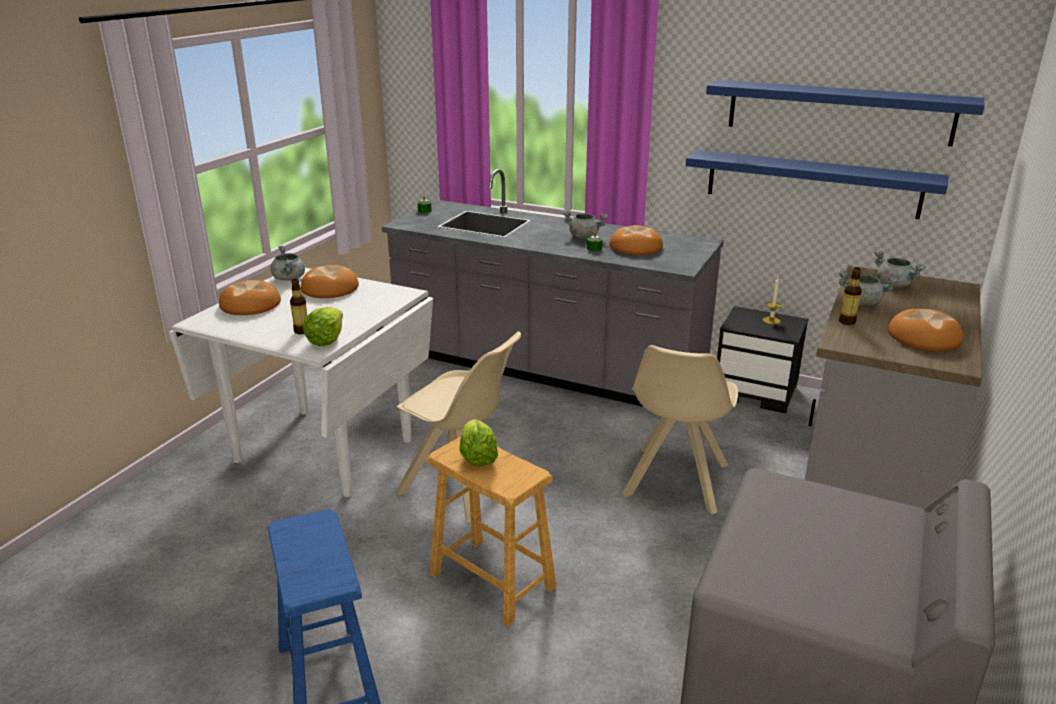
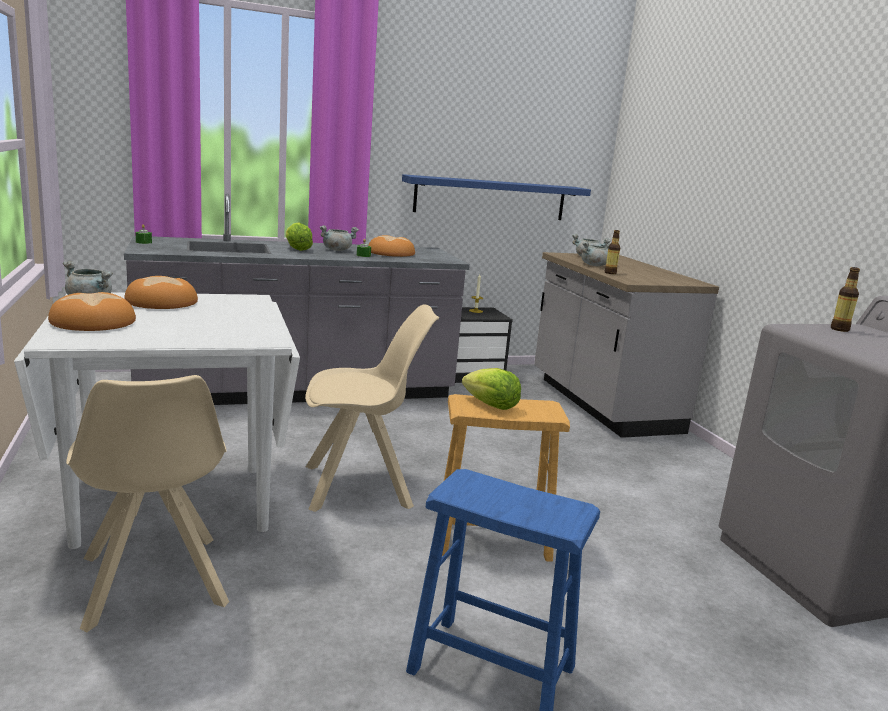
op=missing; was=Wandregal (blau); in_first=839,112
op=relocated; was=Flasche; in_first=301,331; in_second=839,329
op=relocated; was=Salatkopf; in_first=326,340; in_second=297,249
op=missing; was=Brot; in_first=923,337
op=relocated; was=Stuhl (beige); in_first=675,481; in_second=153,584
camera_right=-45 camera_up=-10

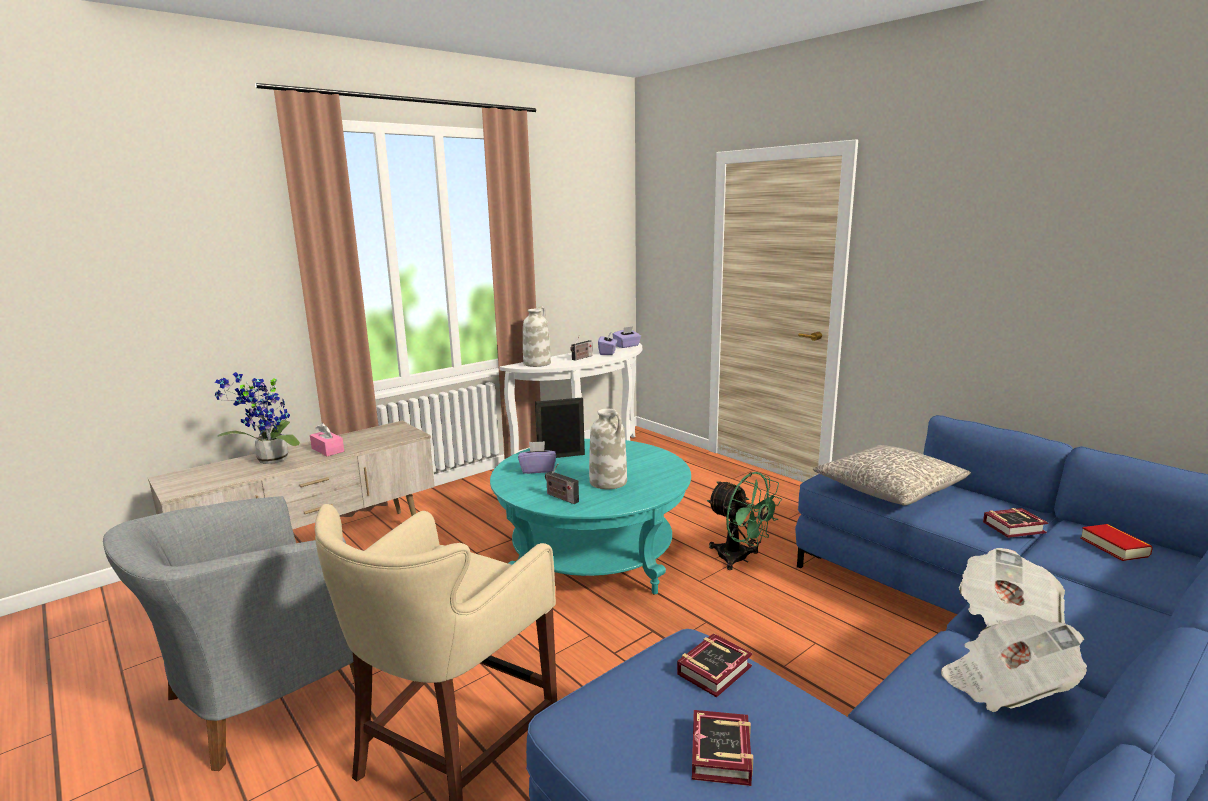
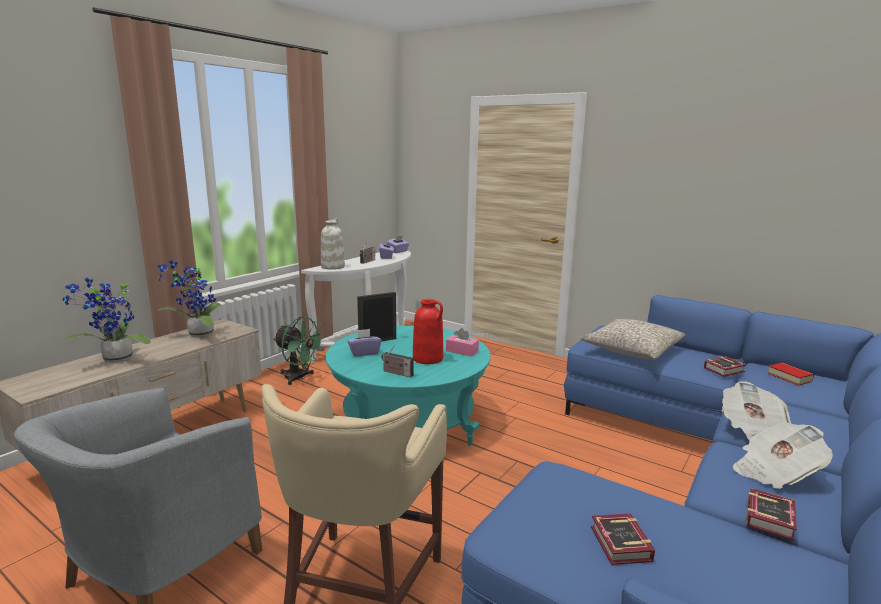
op=colour; was=Vase (weiß); now=Vase (rot); in_first=609,482; in_second=428,358
op=relocated; was=Taschentuchbox (rosa); in_first=327,450; in_second=462,351
op=relocated; was=Ventilator (grün); in_first=739,559; in_second=299,378
op=relocated; was=Buch; in_first=717,670; in_second=771,518
op=appeared; now=Topfpflanze; in_second=198,335
camera_right=-15 camera_up=0

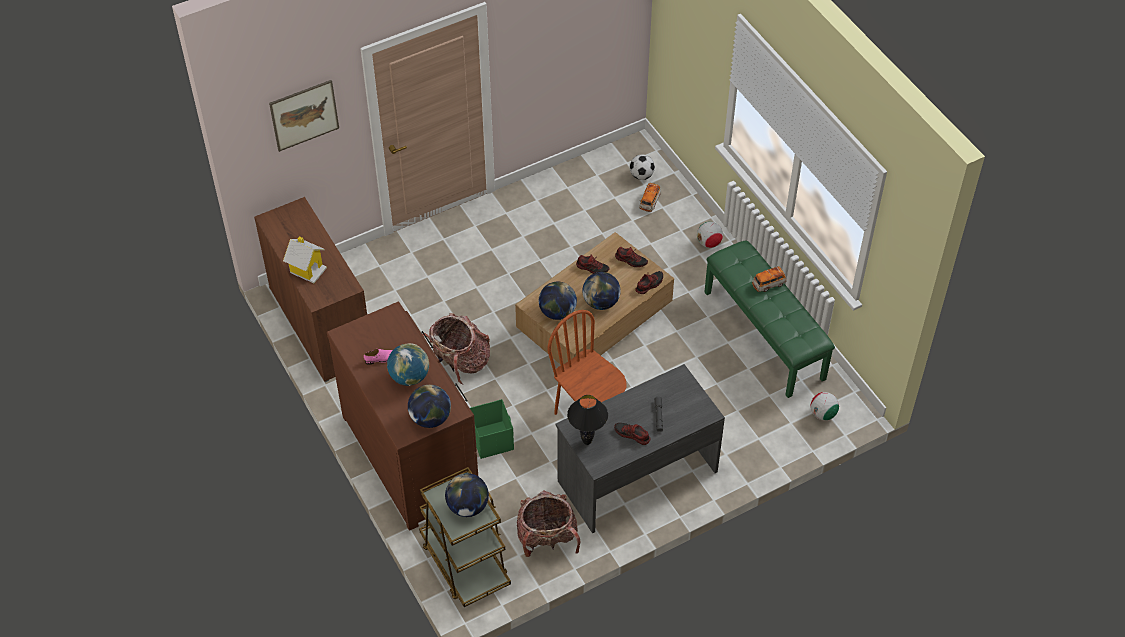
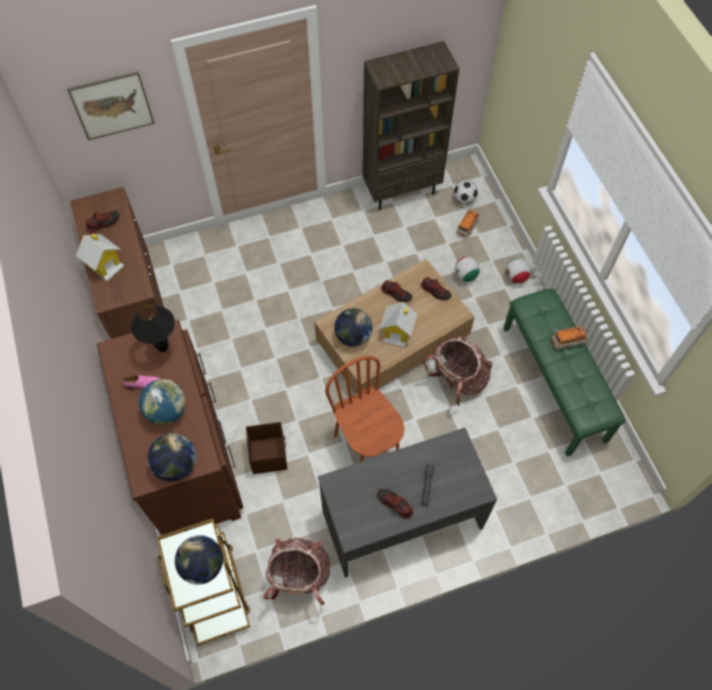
op=relocated; was=Schuh; in_first=649,284; in_second=103,223
op=exchanged; was=Globus; now=Spielzeughaus; in_first=601,302; in_second=397,332
op=relocated; was=Rucksack; in_first=459,363; in_second=457,379
op=relocated; was=Fußball; in_first=823,414; in_second=465,276
op=relocated; was=Tischlampe (schwarz); in_first=587,441; in_second=163,348
op=colour; was=Aufbewahrungsbox (grün); now=Aufbewahrungsbox (braun); in_first=492,439; in_second=268,454
op=appeared; now=Bücherregal (braun); in_second=402,190
camera_right=10 camera_up=10

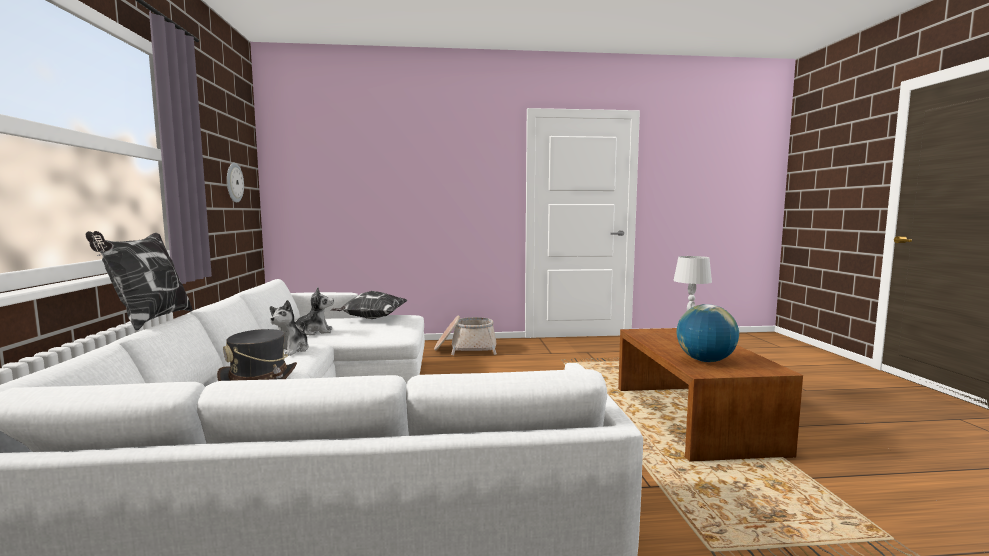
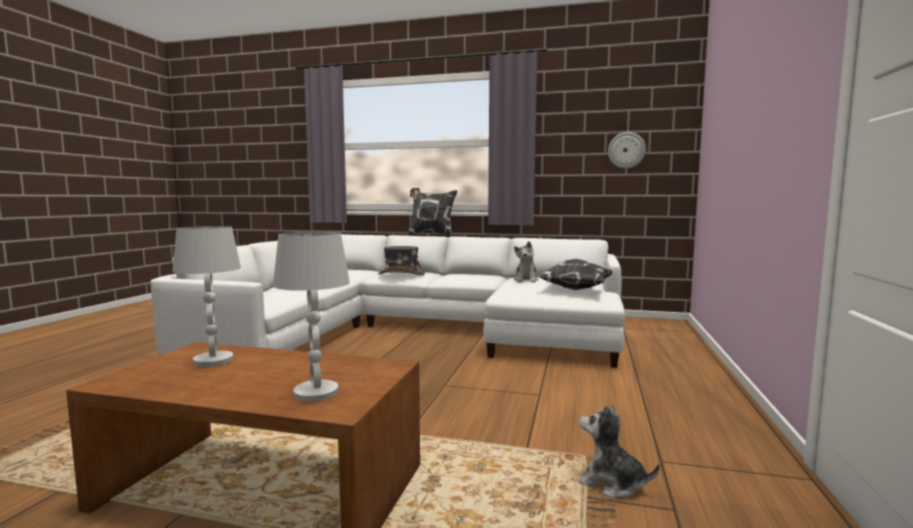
op=relocated; was=Plüschtier; in_first=291,350; in_second=612,484
op=exchanged; was=Globus; now=Tischlampe (weiß); in_first=705,360; in_second=214,360
op=missing; was=Korb; in_first=466,349
camera_right=110 camera_up=0

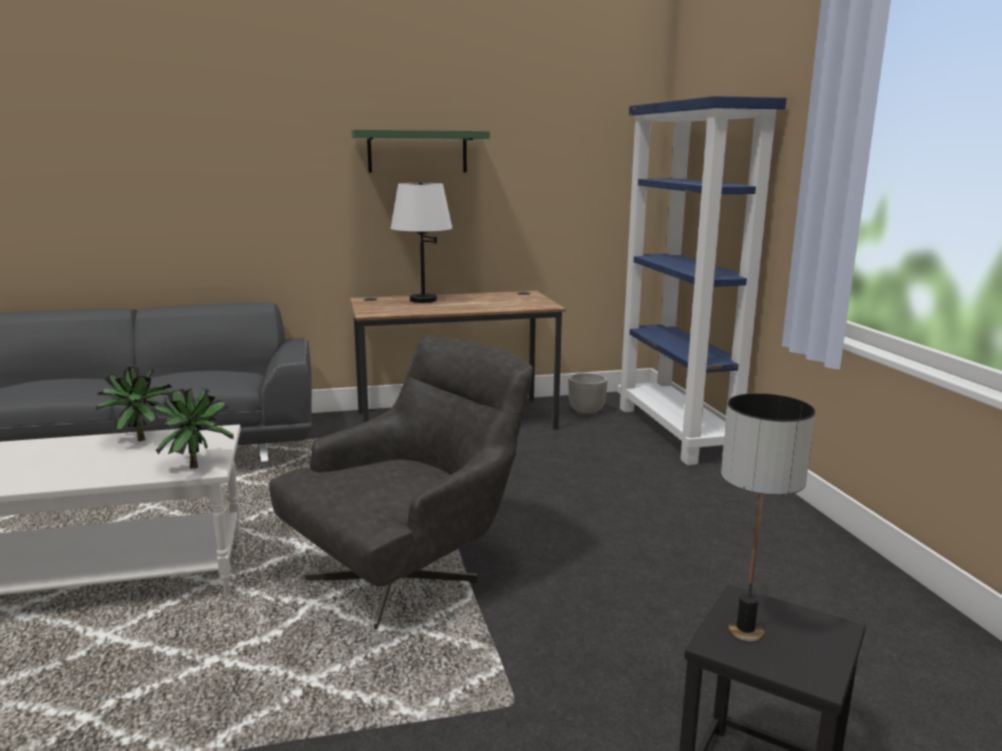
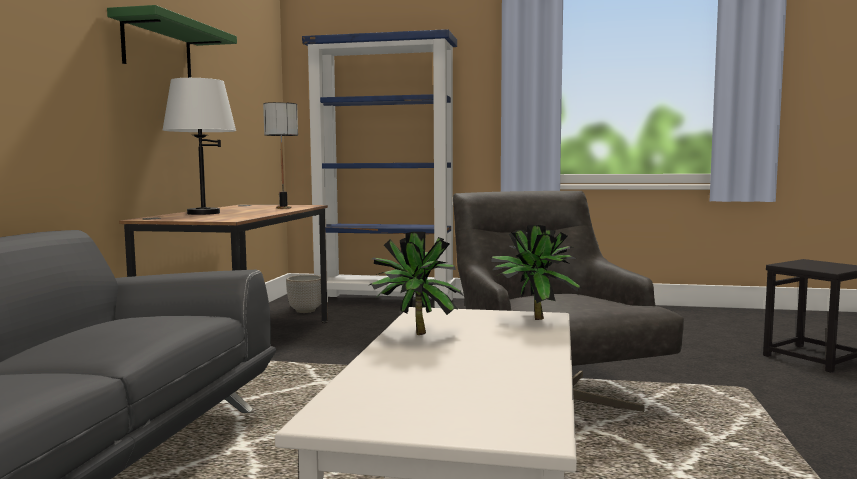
op=relocated; was=Tischlampe; in_first=745,630; in_second=283,208
camera_right=-65 camera_up=-10

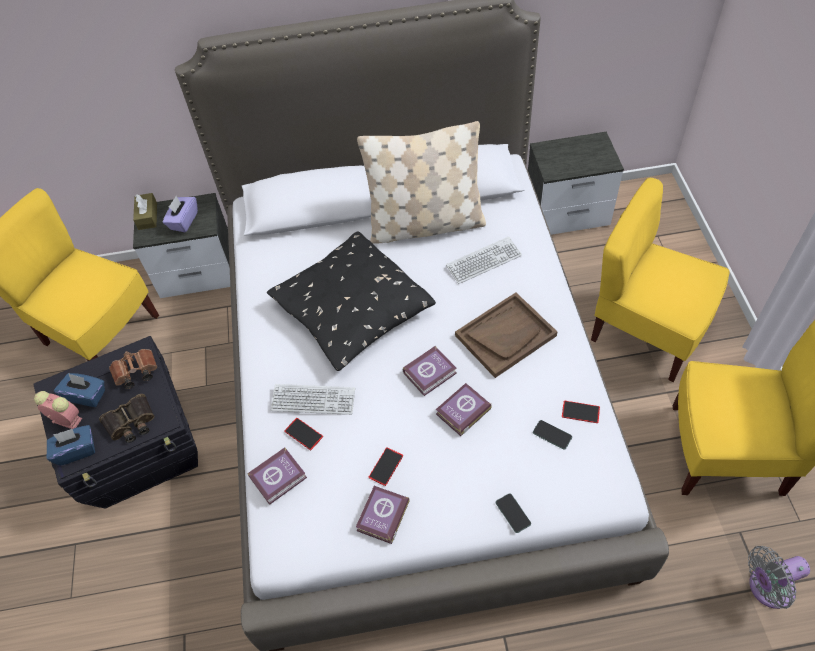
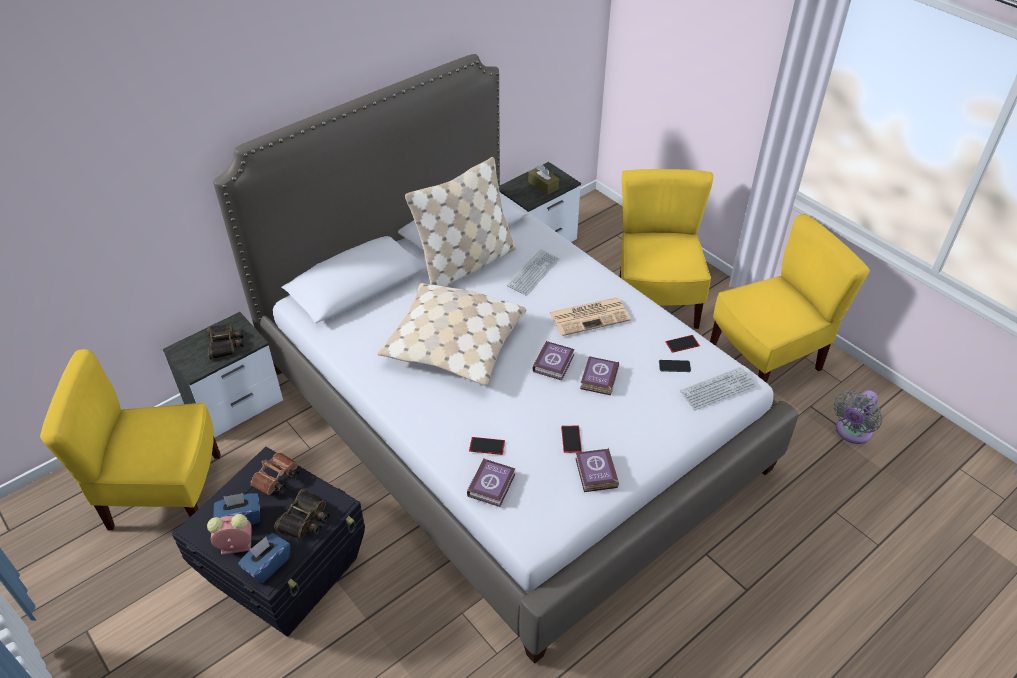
op=spun; was=Stuhl (gelb); in_first=646,330; in_second=655,302; clockwise=90
op=relocated; was=Taschentuchbox (braun); in_first=147,216; in_second=543,185
op=exchanged; was=Taschentuchbox (lila); now=Fernglas; in_first=183,221; in_second=226,344
op=colour; was=Kissen (schwarz); now=Kissen (beige); in_first=351,310; in_second=453,345
op=exchanged; was=Tablett (braun); now=Zeitung; in_first=505,335; in_second=590,316
op=relocated; was=Tastatur; in_first=313,400; in_second=717,389
op=missing; was=Handy; in_first=513,513
camera_right=-35 camera_up=-10

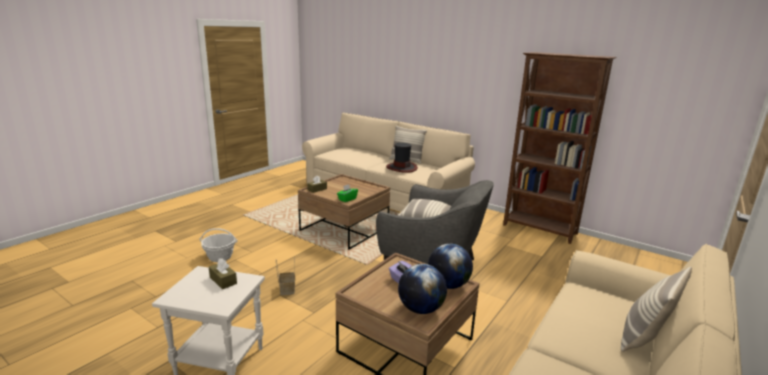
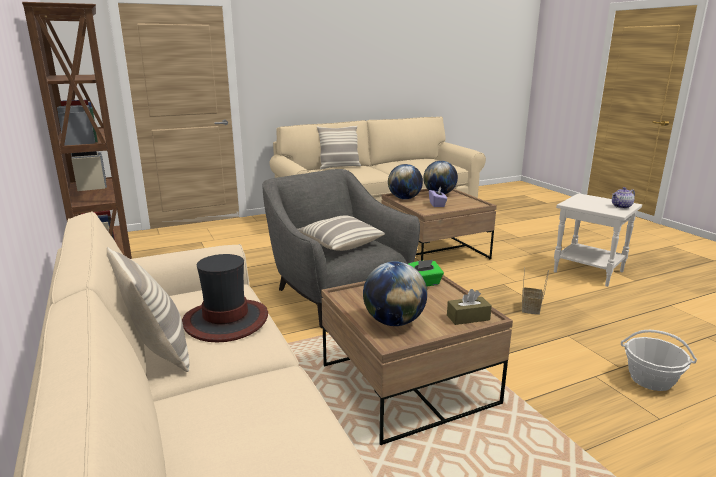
op=missing; was=Taschentuchbox (braun); in_first=223,280
op=appeared; now=Teekanne; in_second=621,206
op=appeared; now=Globus; in_second=394,322
camera_right=-150 camera_up=0

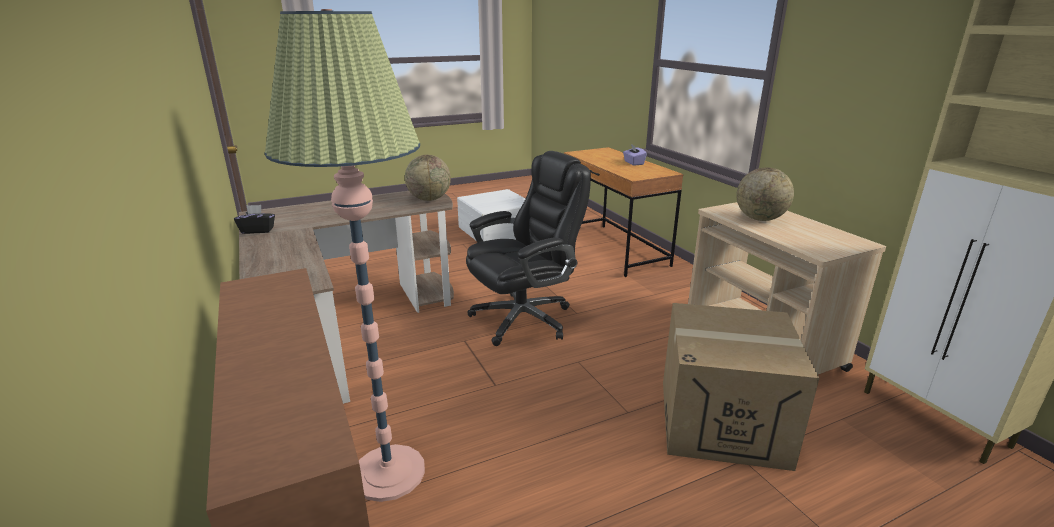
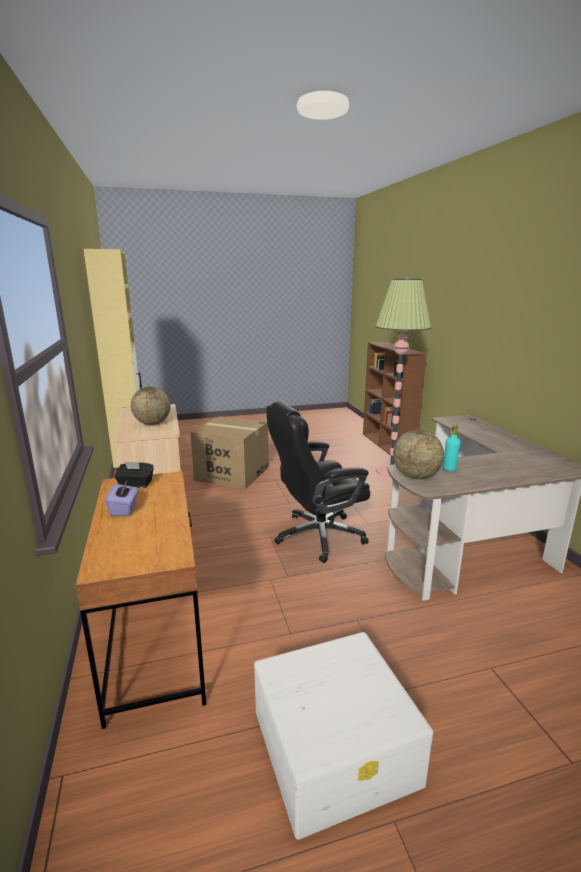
op=relocated; was=Taschentuchbox (schwarz); in_first=257,230; in_second=135,484
op=appeared; now=Flasche (türkis); in_second=449,469
camera_right=-170 camera_up=-5

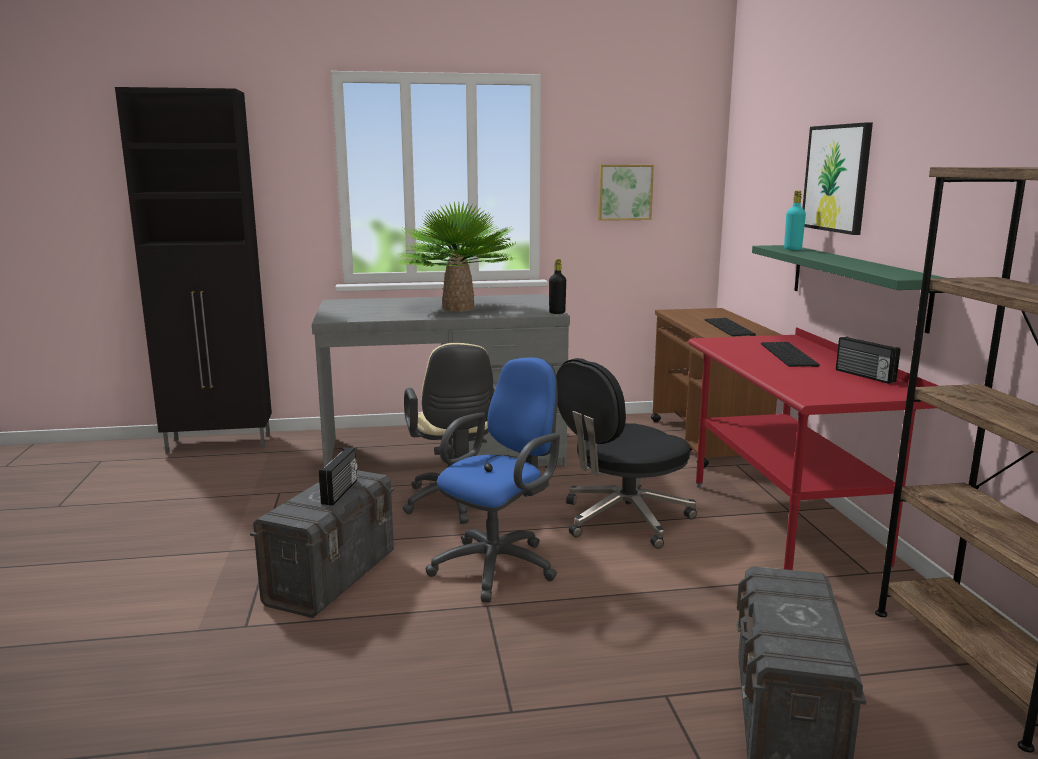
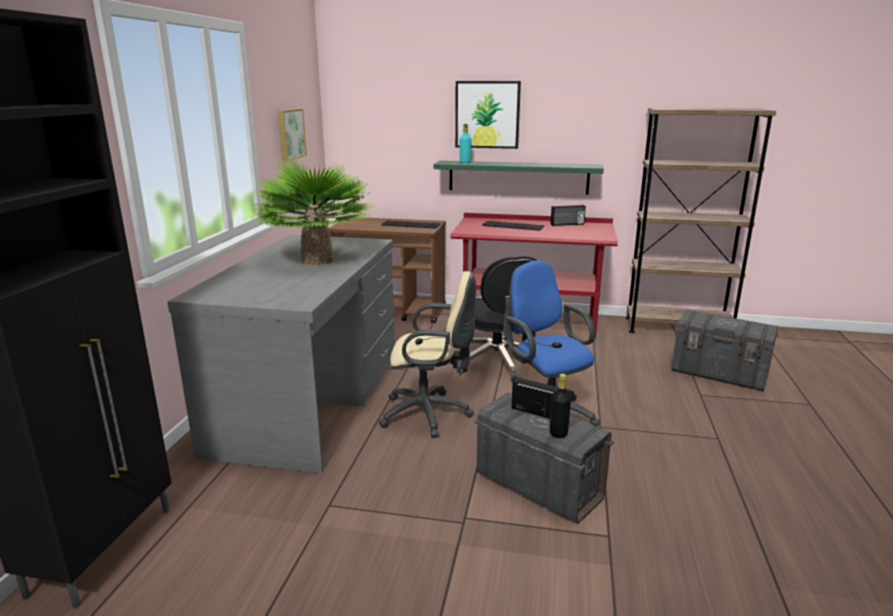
op=relocated; was=Flasche (schwarz); in_first=557,313; in_second=558,433
camera_right=-70 camera_up=5

